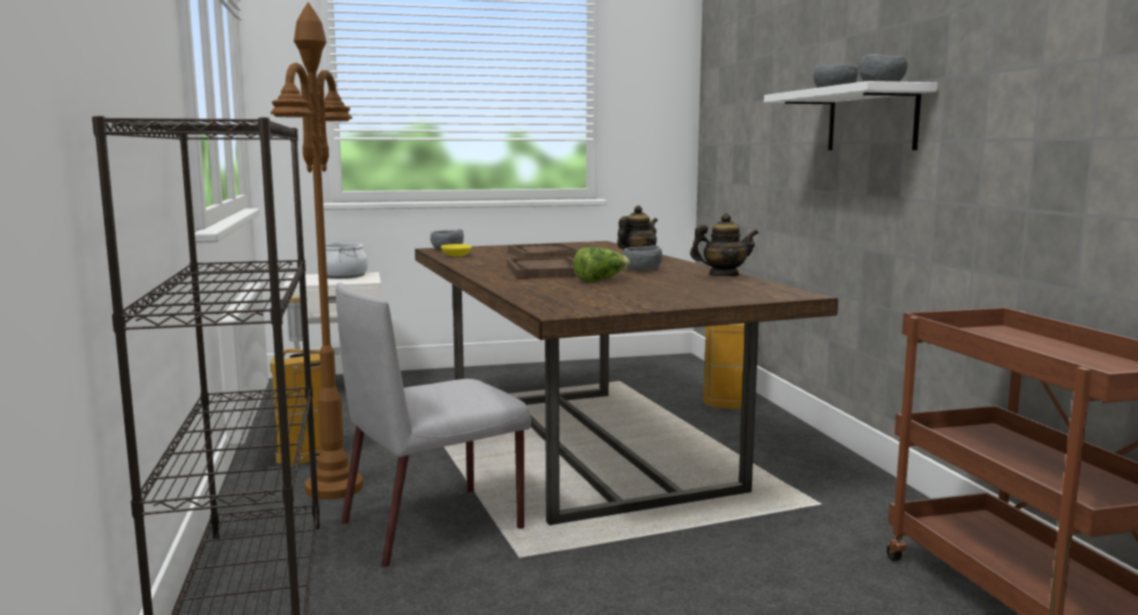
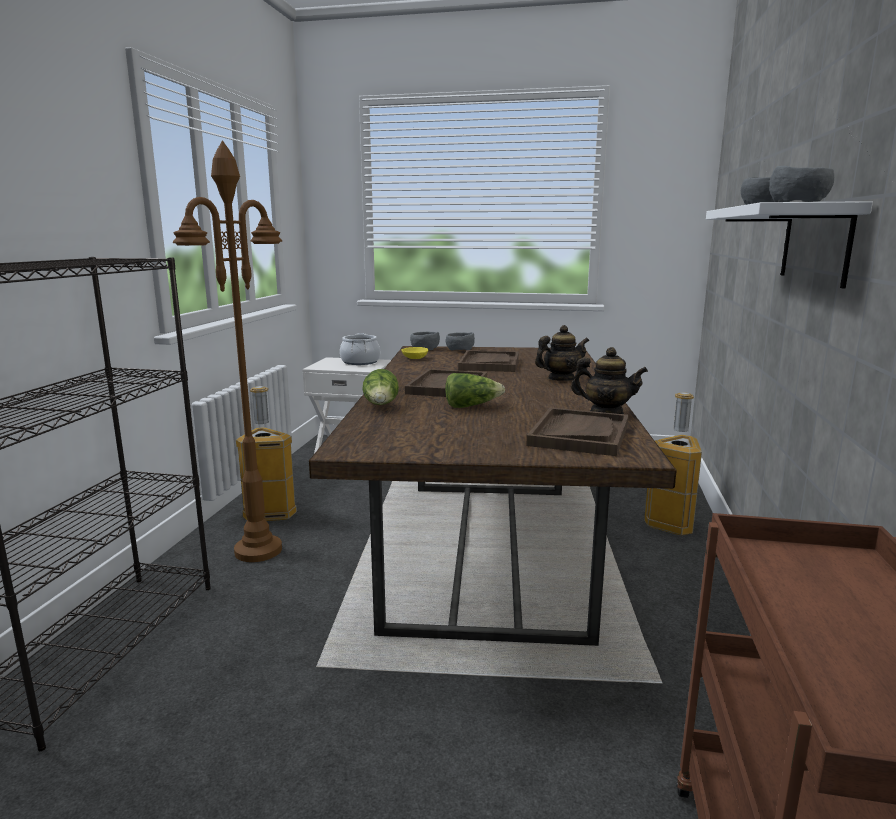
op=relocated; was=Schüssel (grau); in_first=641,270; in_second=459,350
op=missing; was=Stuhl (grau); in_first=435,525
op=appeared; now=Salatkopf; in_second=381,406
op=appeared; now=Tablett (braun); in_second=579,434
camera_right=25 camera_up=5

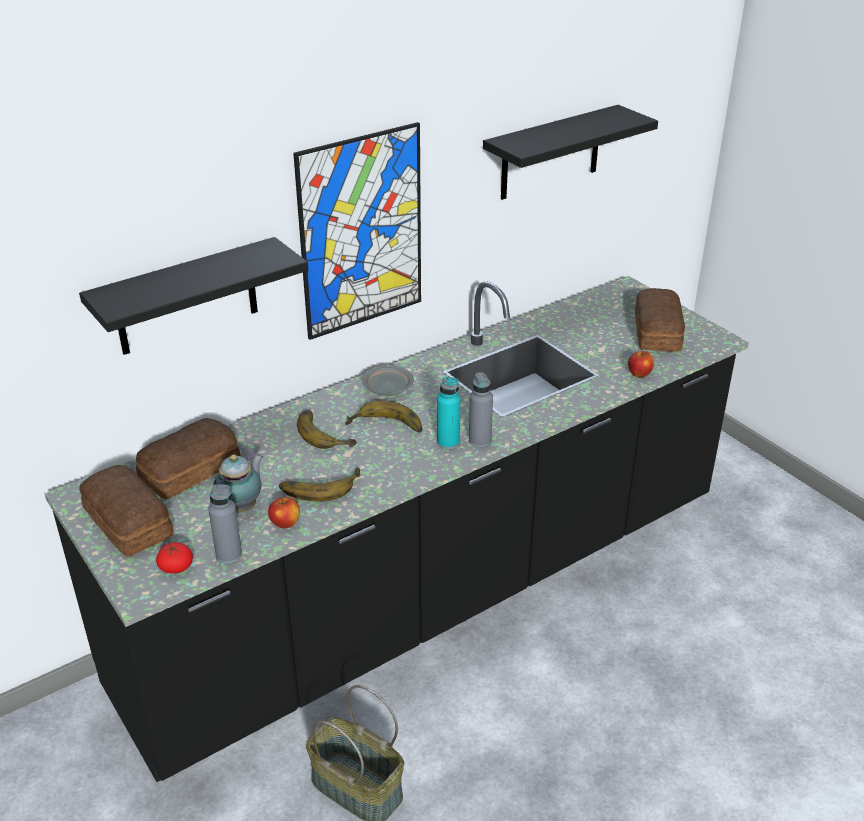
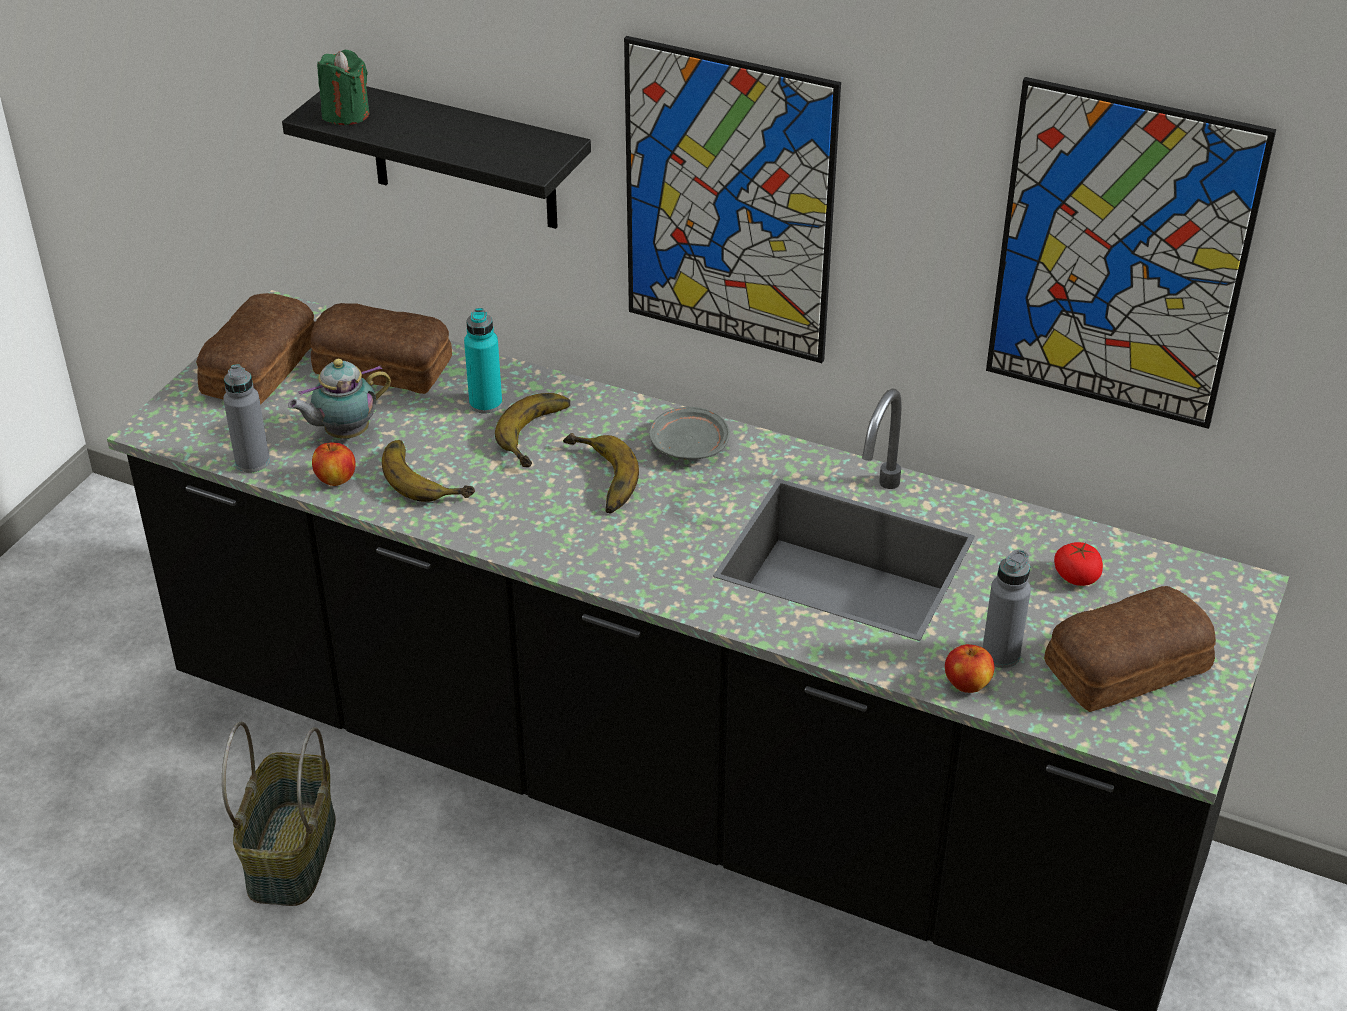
op=exchanged; was=Wandregal (schwarz); now=Bild; in_first=550,153; in_second=1121,257
op=relocated; was=Flasche (grau); in_first=480,440; in_second=1000,654
op=relocated; was=Flasche (türkis); in_first=448,442; in_second=485,403
op=spun; was=Teekanne; in_first=242,506; in_second=344,434; clockwise=150
op=relocated; was=Tomate; in_first=176,567; in_second=1076,576
op=appeared; now=Kerze (grün); in_second=346,114
camera_right=60 camera_up=5

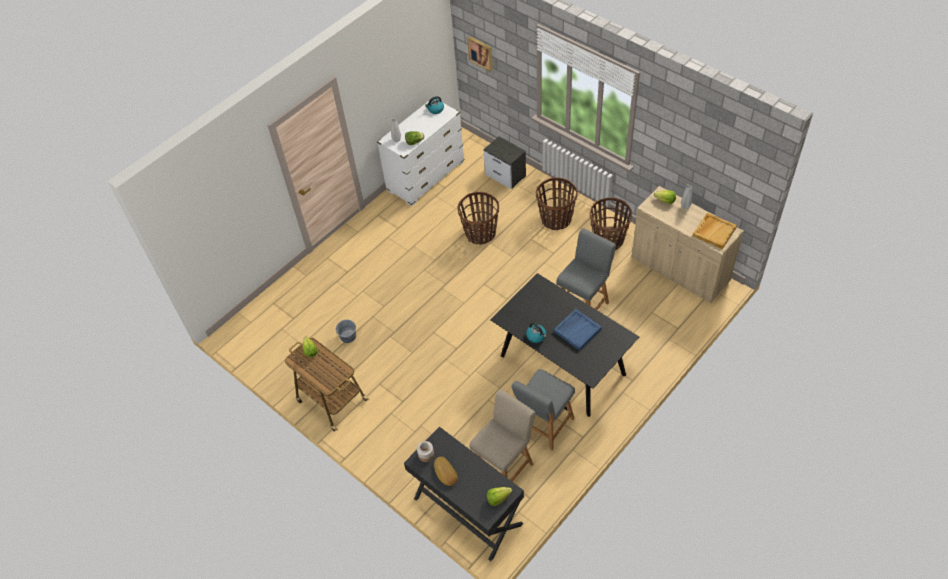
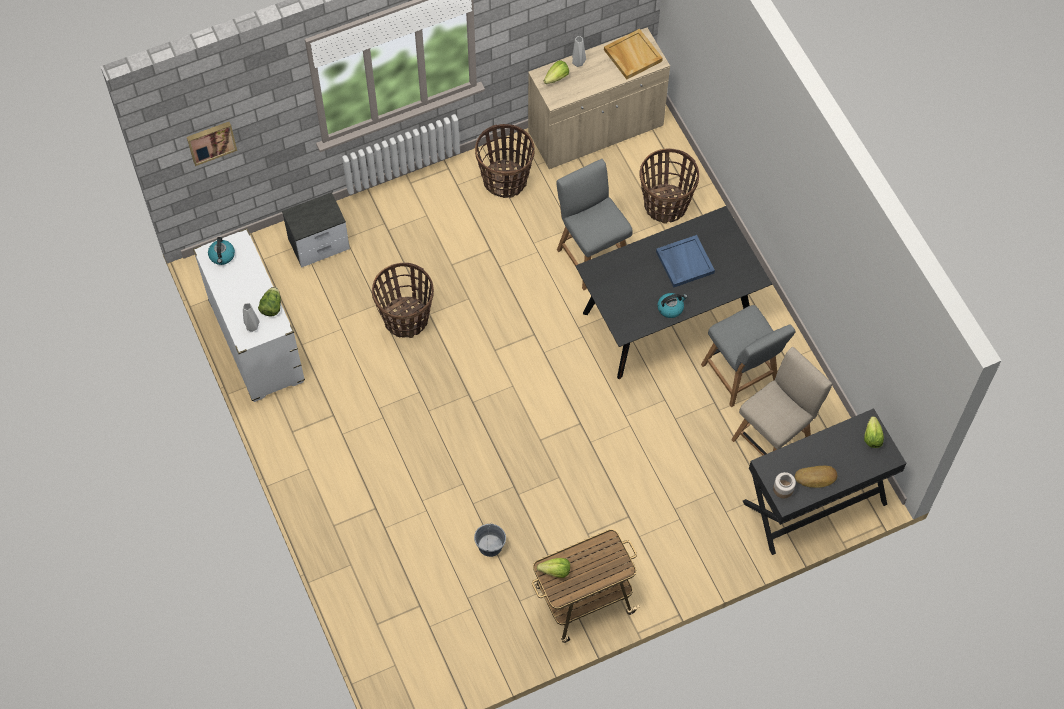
op=relocated; was=Korb; in_first=556,219; in_second=666,204
op=spun; was=Stuhl (beige); in_first=504,465; in_second=774,439; clockwise=75
camera_right=-70 camera_up=10

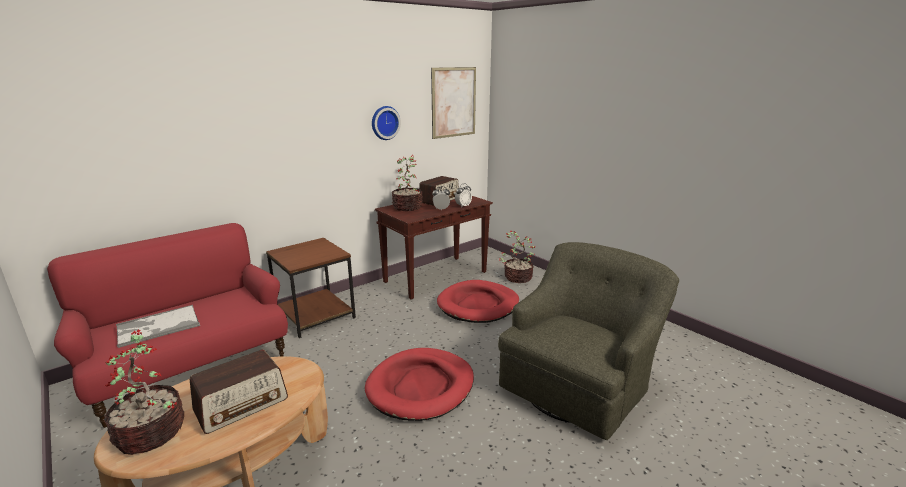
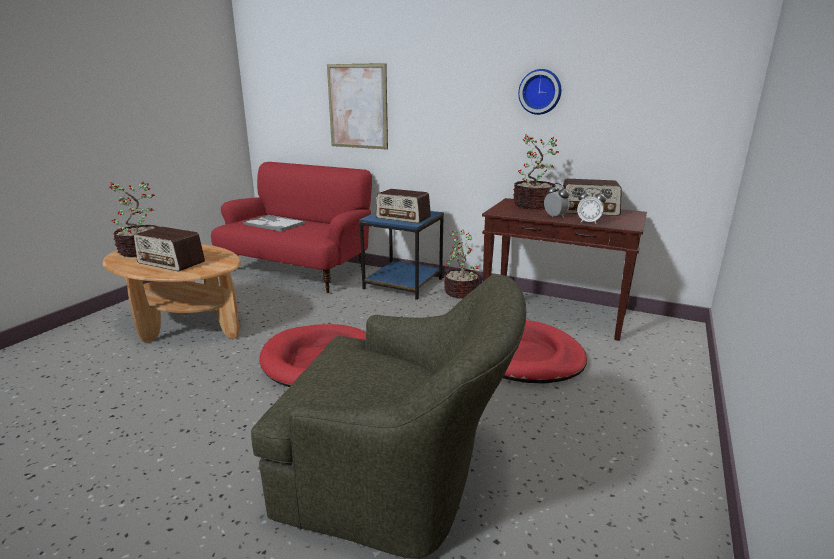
op=relocated; was=Bild; in_first=454,102; in_second=357,106
op=relocated; was=Topfpflanze; in_first=517,278; in_second=460,292
op=colour; was=Beistelltisch (braun); now=Beistelltisch (blau); in_first=316,315; in_second=404,283
op=appeared; now=Radio; in_second=403,217
camera_right=65 camera_up=0

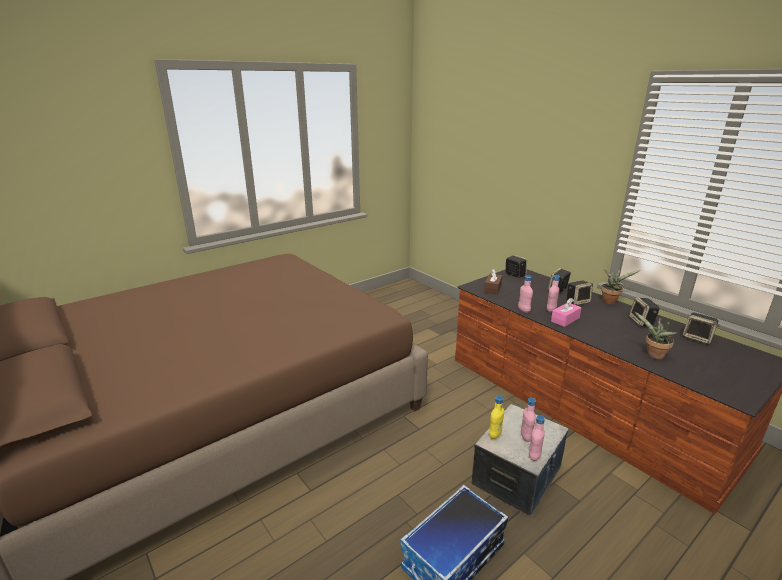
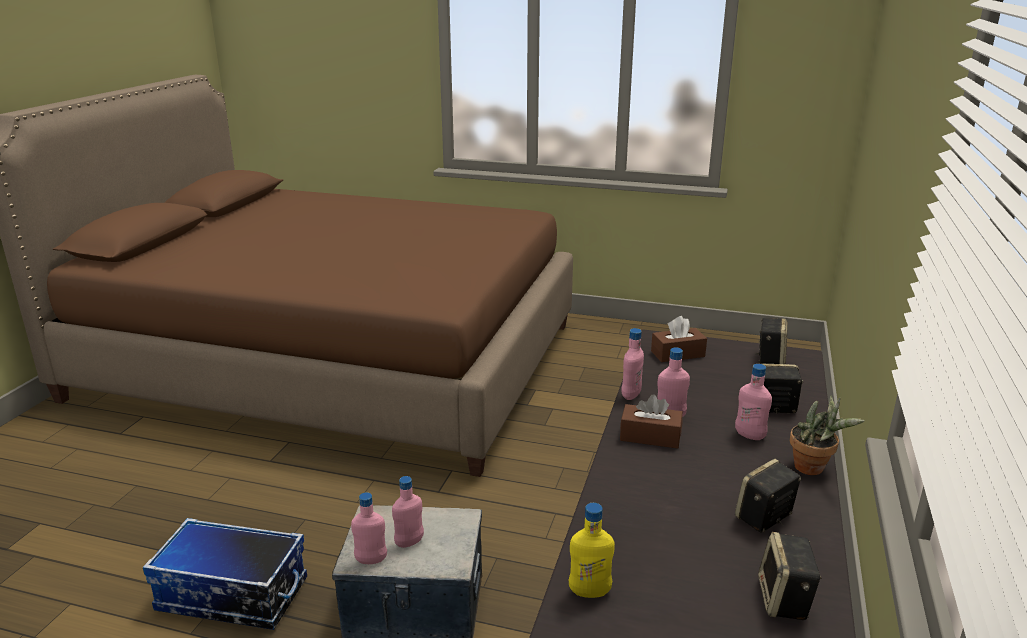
op=exchanged; was=Lautsprecher; now=Flasche (rosa); in_first=577,302; in_second=750,435
op=colour; was=Taschentuchbox (rosa); now=Taschentuchbox (braun); in_first=565,319; in_second=650,436
op=missing; was=Topfpflanze; in_first=653,355
op=relocated; was=Flasche (gelb); in_first=494,435; in_second=589,592
camera_right=55 camera_up=0

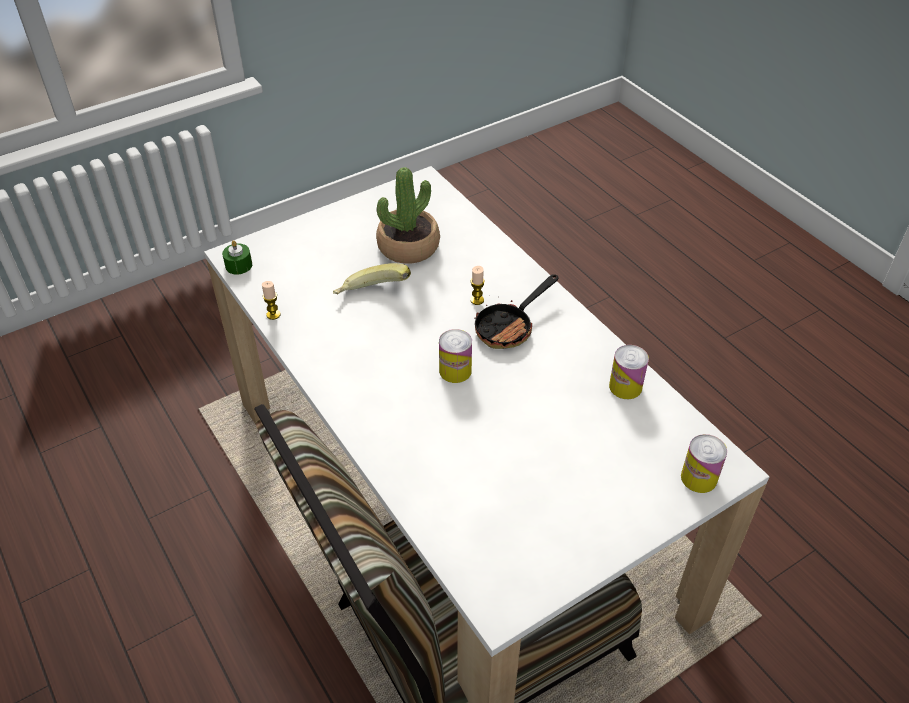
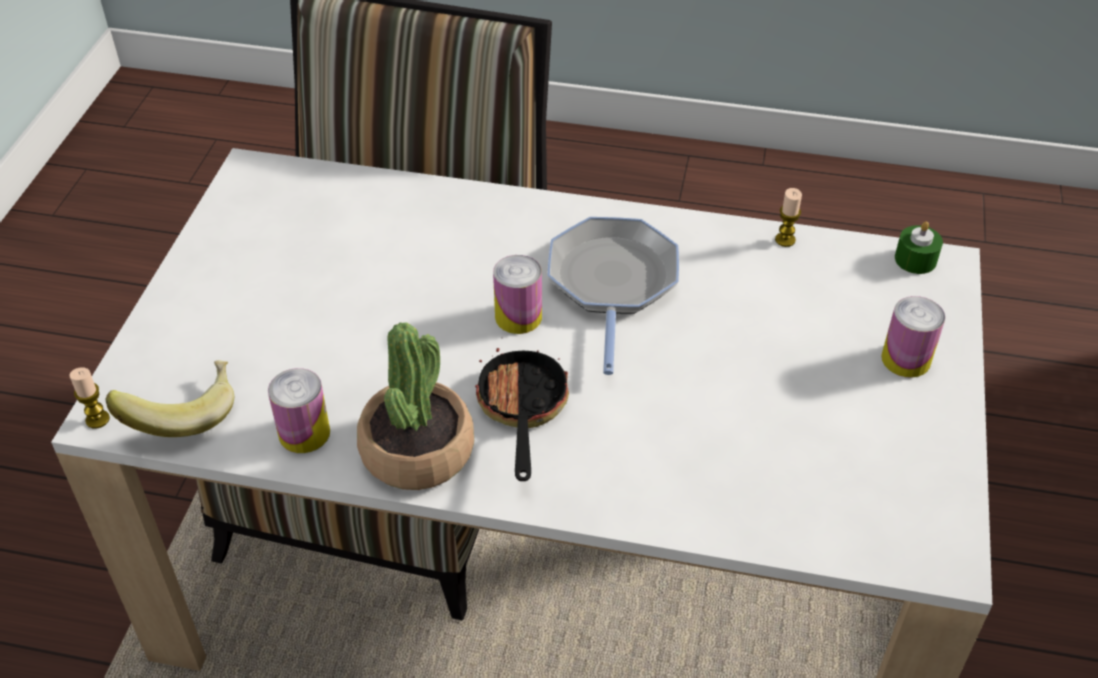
op=relocated; was=Topfpflanze; in_first=408,246; in_second=417,451
op=relocated; was=Banane; in_first=372,296; in_second=182,413
op=relocated; was=Kerze; in_first=477,300; in_second=97,419
op=relocated; was=Dose; in_first=698,478; in_second=905,359
op=appeared; now=Pfanne; in_second=612,283
camera_right=135 camera_up=0

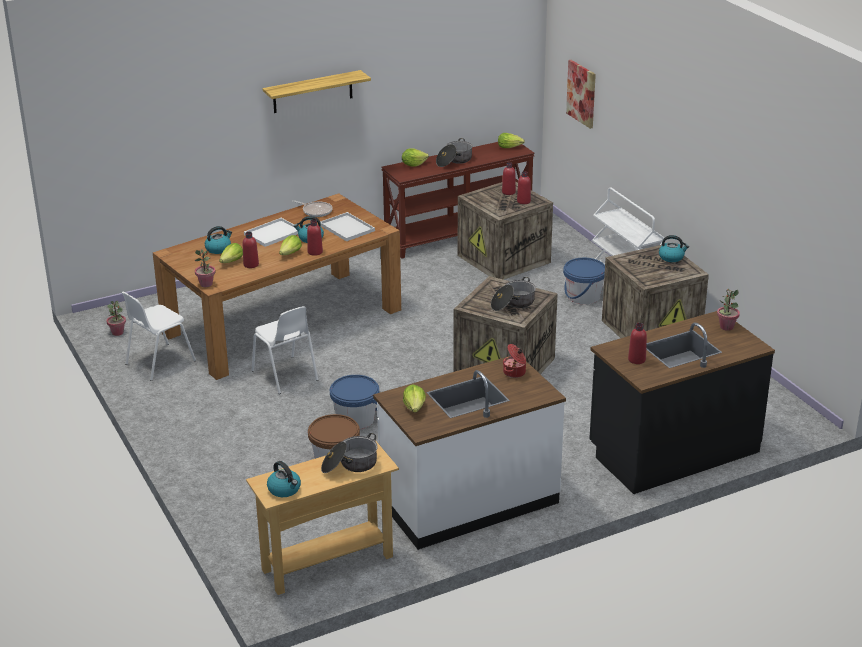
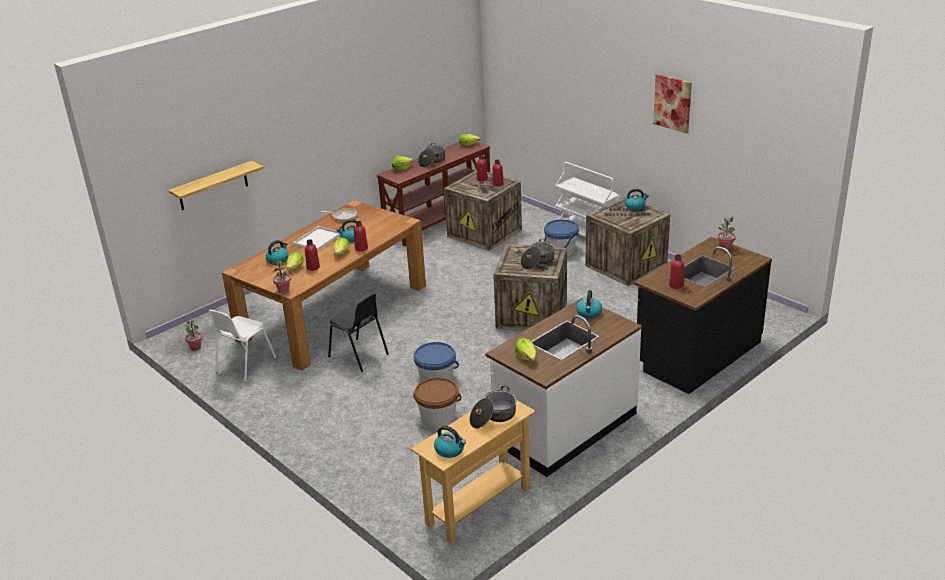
op=relocated; was=Bild; in_first=581,93; in_second=672,103
op=relocated; was=Wandregal; in_first=312,92; in_second=213,186
op=missing; was=Tablett (weiß); in_first=348,228
op=colour; was=Stuhl (weiß); now=Stuhl (schwarz); in_first=285,376; in_second=359,356
op=exchanged; was=Kochtopf; now=Wasserkessel; in_first=515,372; in_second=589,313
camera_right=-15 camera_up=0

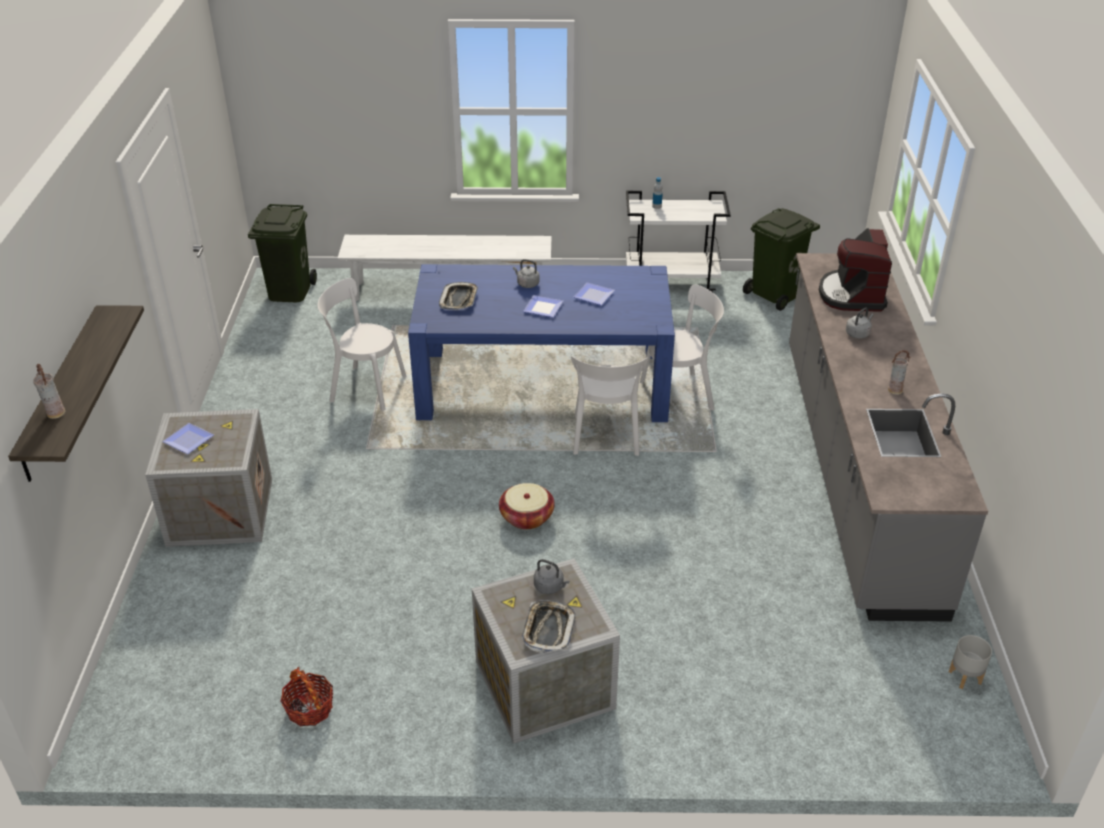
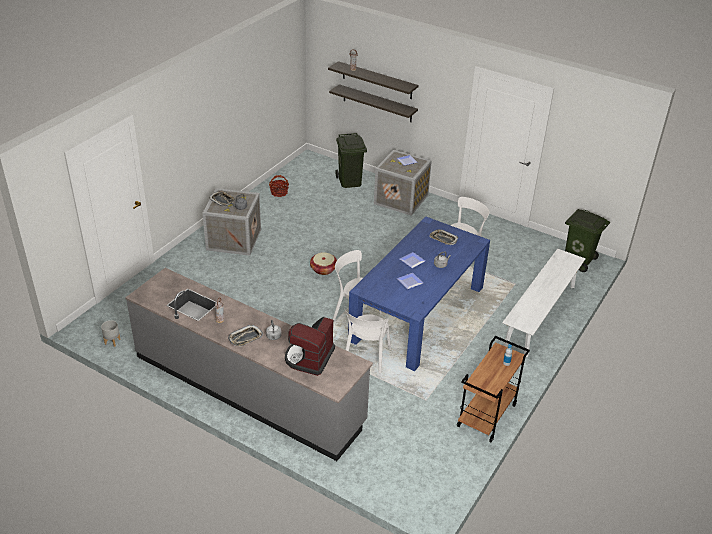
op=colour; was=Rollwagen (weiß); now=Rollwagen (braun); in_first=672,283; in_second=487,416
op=relocated; was=Mülleimer (grün); in_first=775,295; in_second=349,181
op=spun; was=Kaffeemaschine; in_first=852,294; in_second=309,358; clockwise=-105
op=appeared; now=Wandregal; in_second=377,103
op=appeared; now=Tablett; in_second=245,338
camera_right=120 camera_up=0

